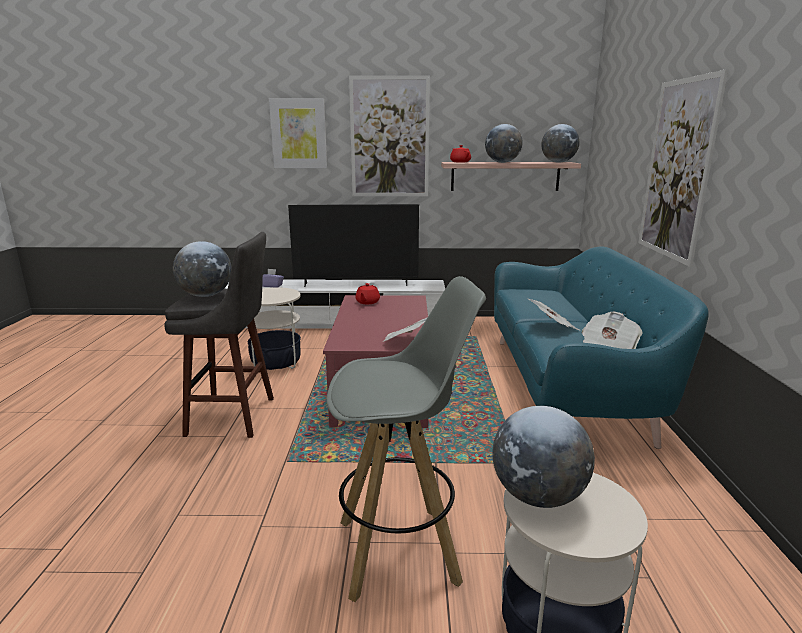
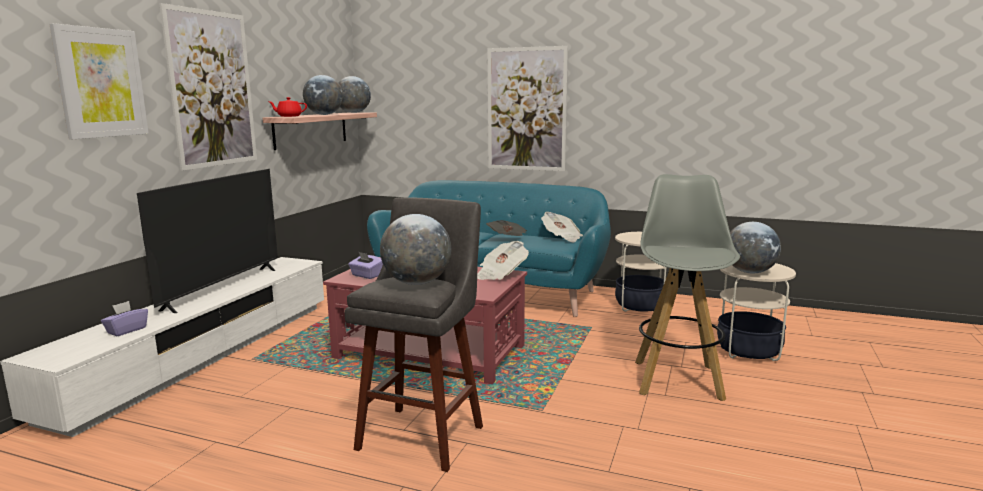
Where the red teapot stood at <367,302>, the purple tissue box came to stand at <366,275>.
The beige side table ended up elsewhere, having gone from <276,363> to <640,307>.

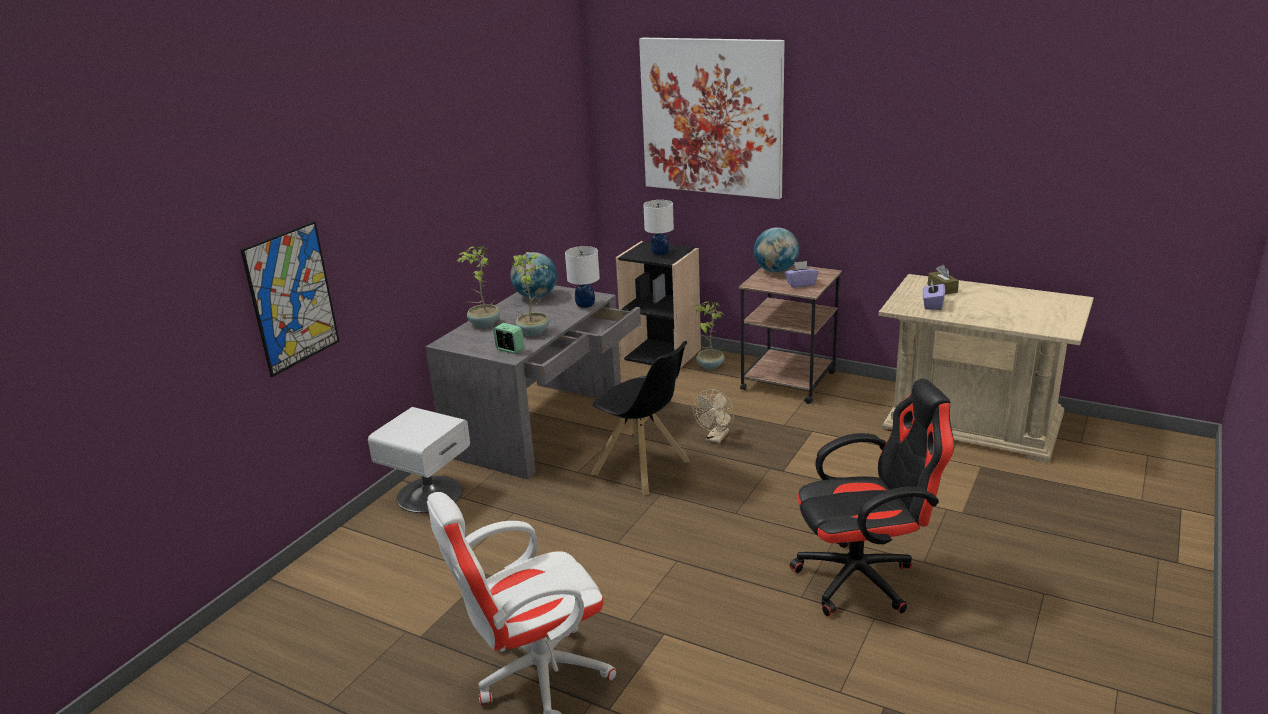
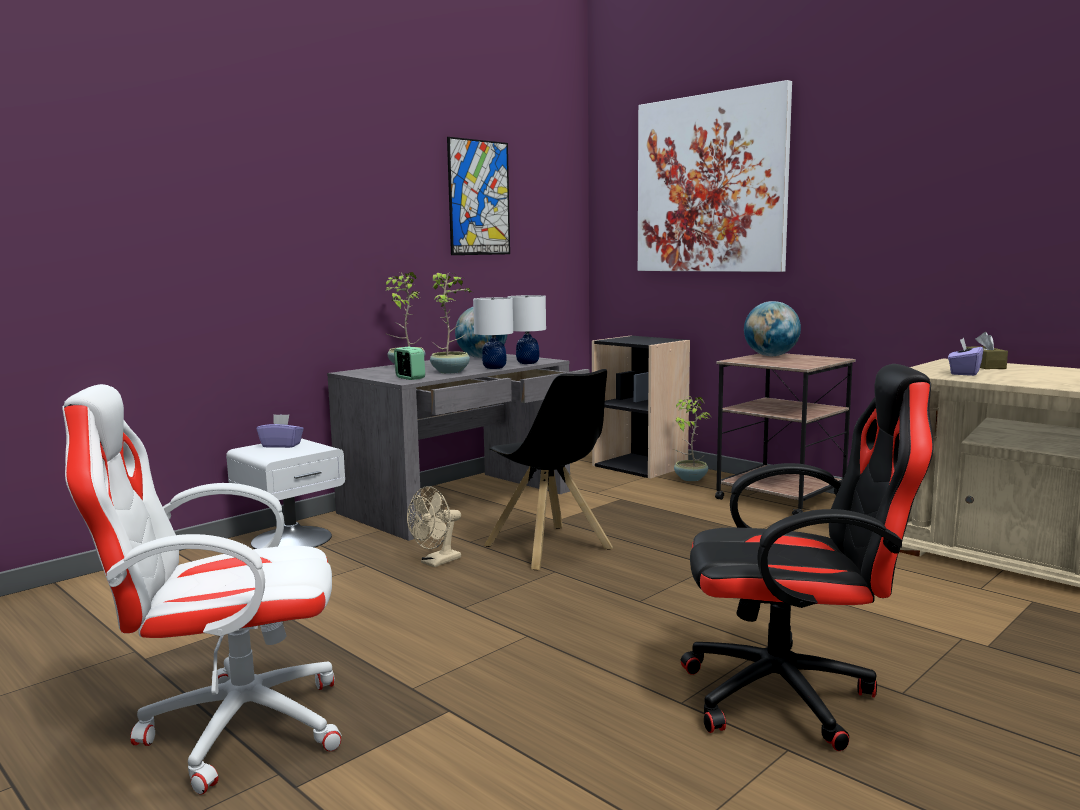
The purple tissue box ended up elsewhere, having gone from <800,284> to <281,445>.
The beige fan ended up elsewhere, having gone from <716,438> to <436,562>.
The picture ended up elsewhere, having gone from <292,298> to <479,198>.
The white table lamp ended up elsewhere, having gone from <661,253> to <495,368>.

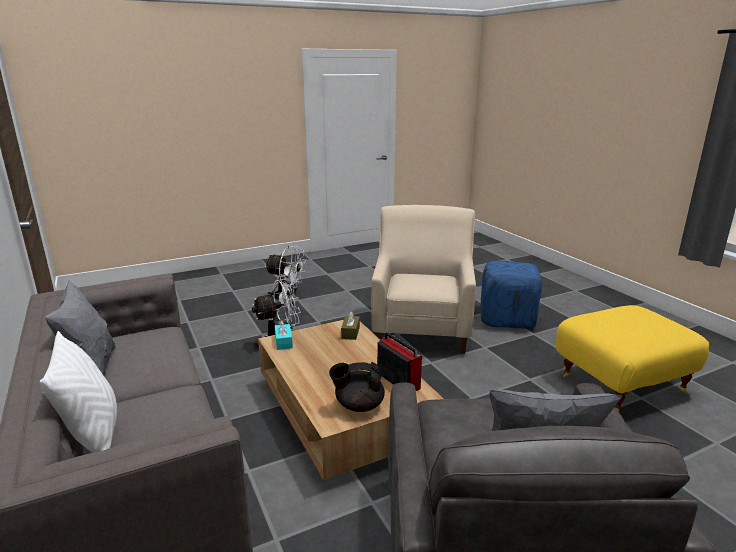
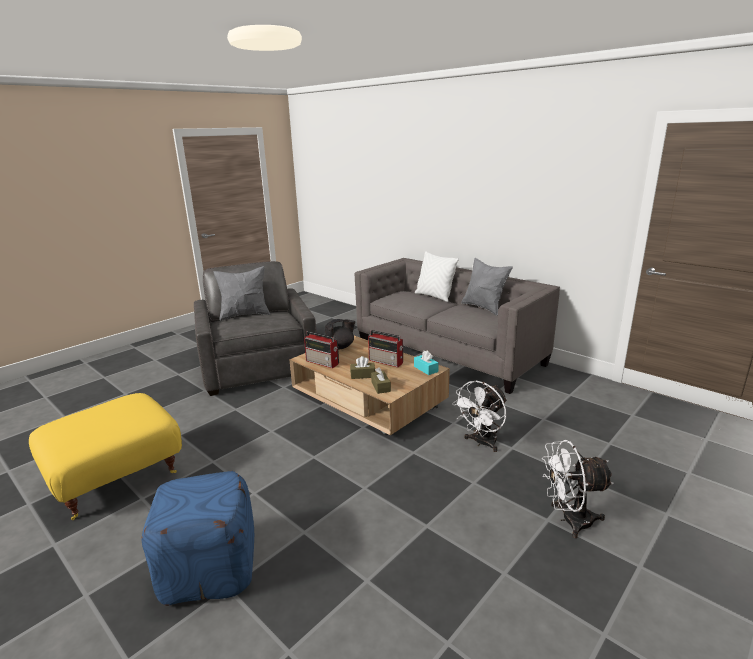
The second view gained the brown tissue box at <362,375>.
The second view gained the radio at <386,362>.
The second view lost the beige armchair at <422,327>.

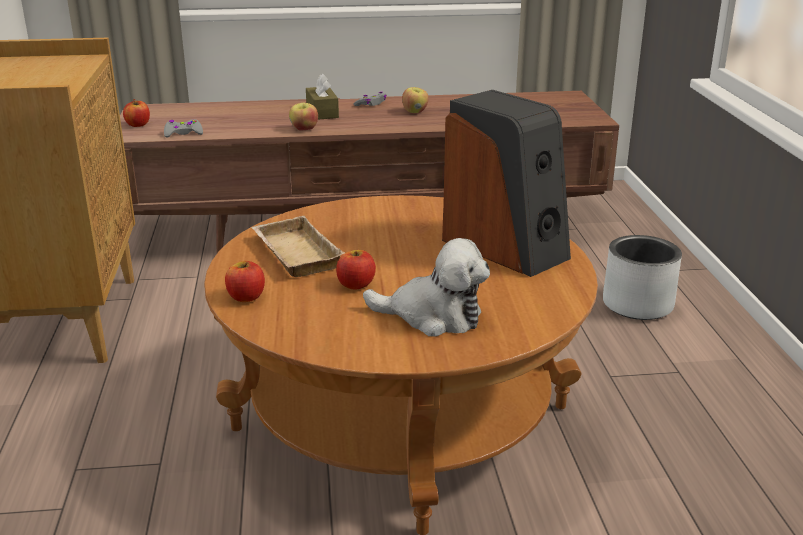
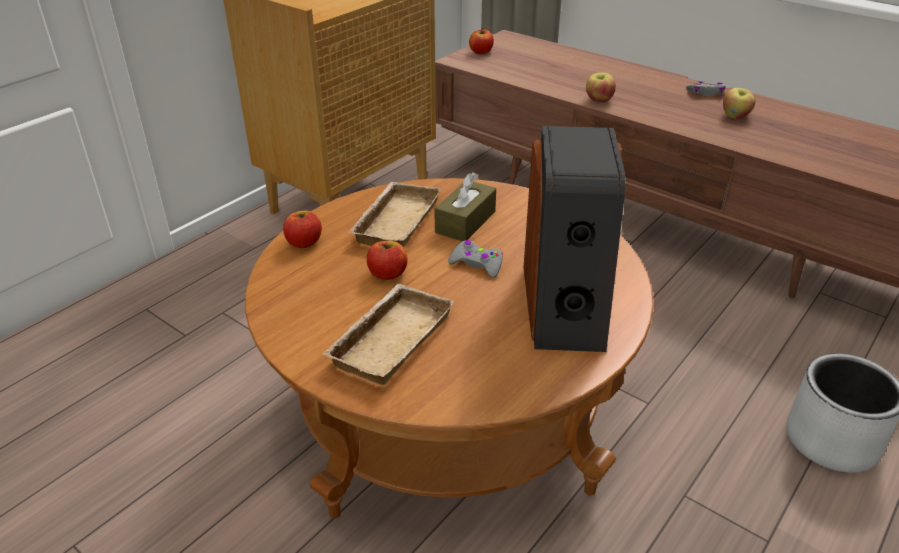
Where the plush toy stood at <433,316>, the beige tray came to stand at <389,338>.
The brown tissue box ended up elsewhere, having gone from <322,112> to <465,222>.
The grey game controller ended up elsewhere, having gone from <183,133> to <477,264>.

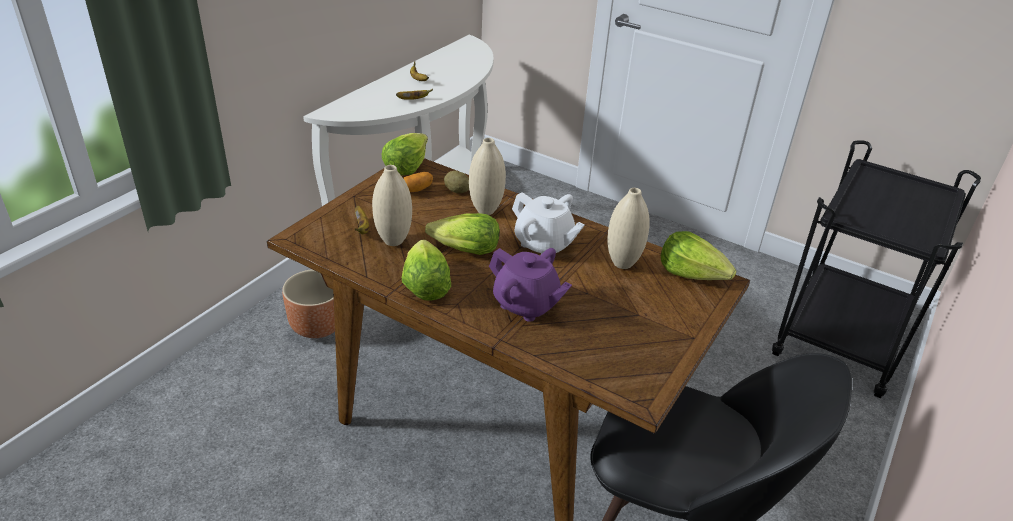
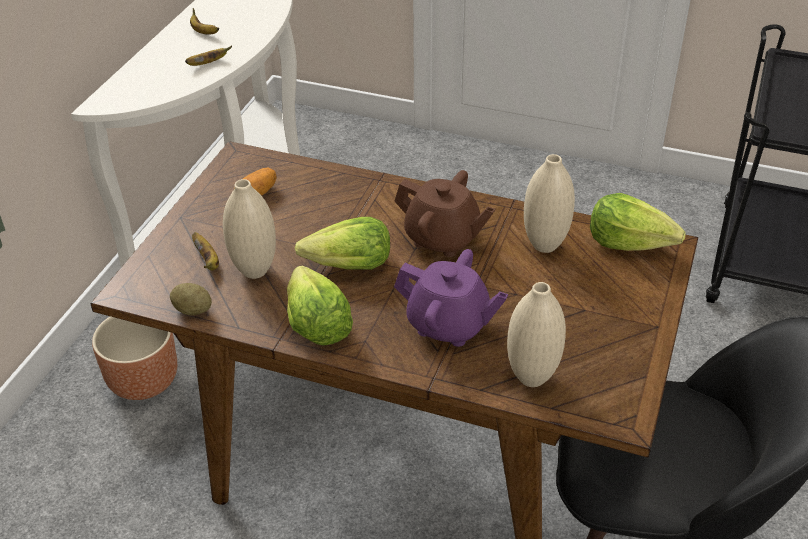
The potato ended up elsewhere, having gone from <457,191> to <193,310>.
What was the white teapot at <544,244> turned into the brown teapot at <442,239>.
The beige vase ended up elsewhere, having gone from <485,210> to <532,377>.
The second view lost the lettuce at <406,166>.

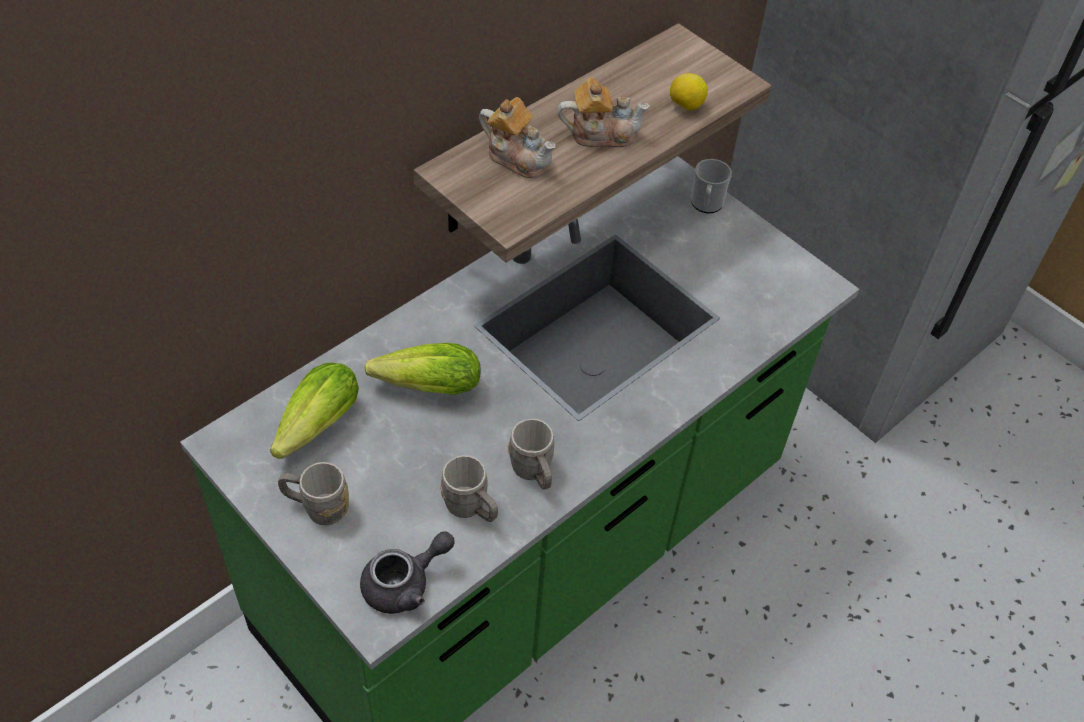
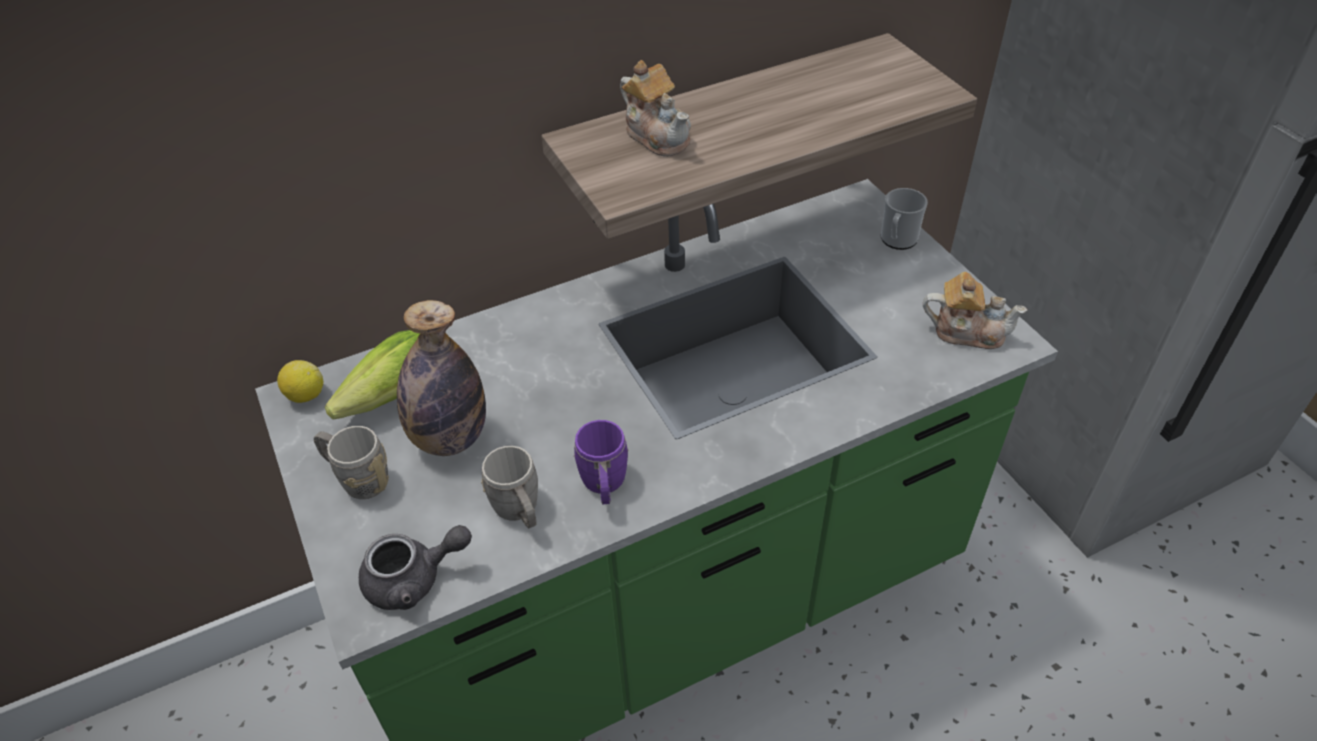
The lemon ended up elsewhere, having gone from <685,106> to <305,395>.
The second view gained the bottle at <450,438>.
What was the grey mug at <534,473> turned into the purple mug at <604,486>.
The teapot ended up elsewhere, having gone from <601,133> to <967,331>.
The second view lost the lettuce at <423,386>.

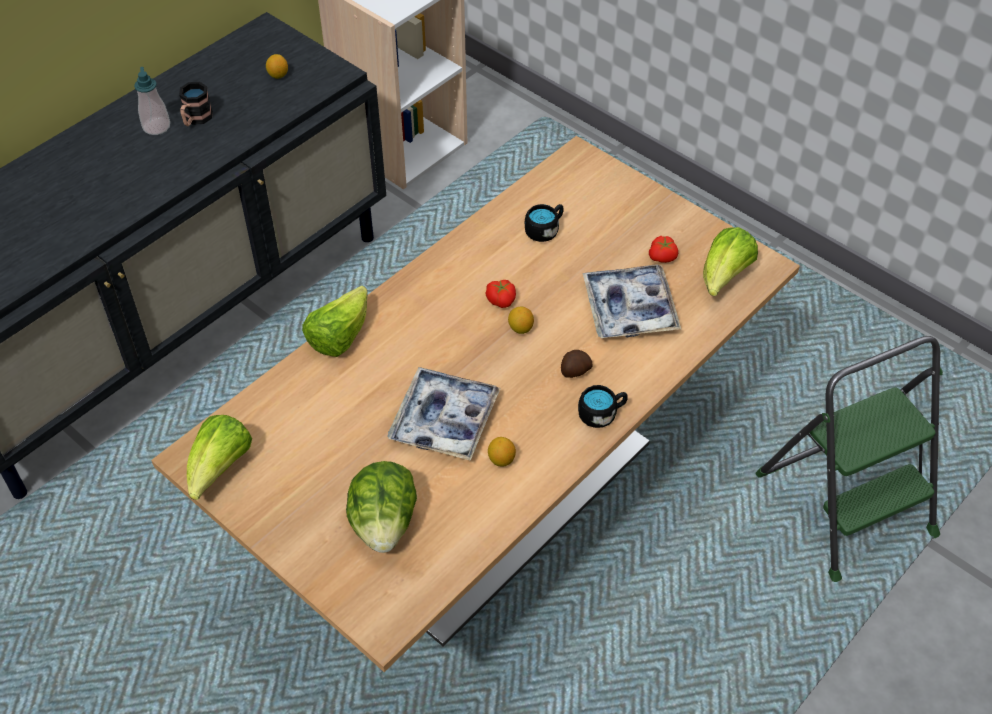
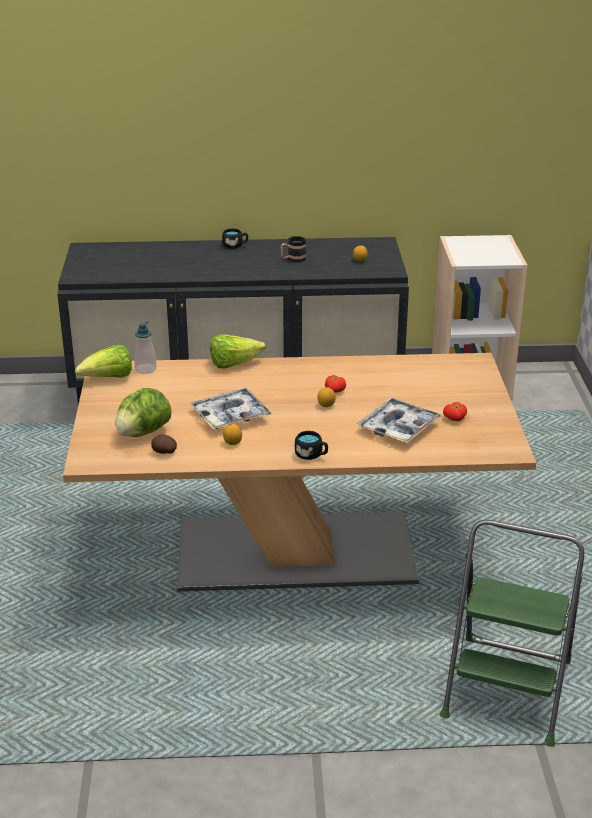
The soap dispenser ended up elsewhere, having gone from <156,127> to <145,369>.
The potato ended up elsewhere, having gone from <574,371> to <164,452>.
The black mug ended up elsewhere, having gone from <545,230> to <235,245>.
The second view lost the lettuce at <724,277>.

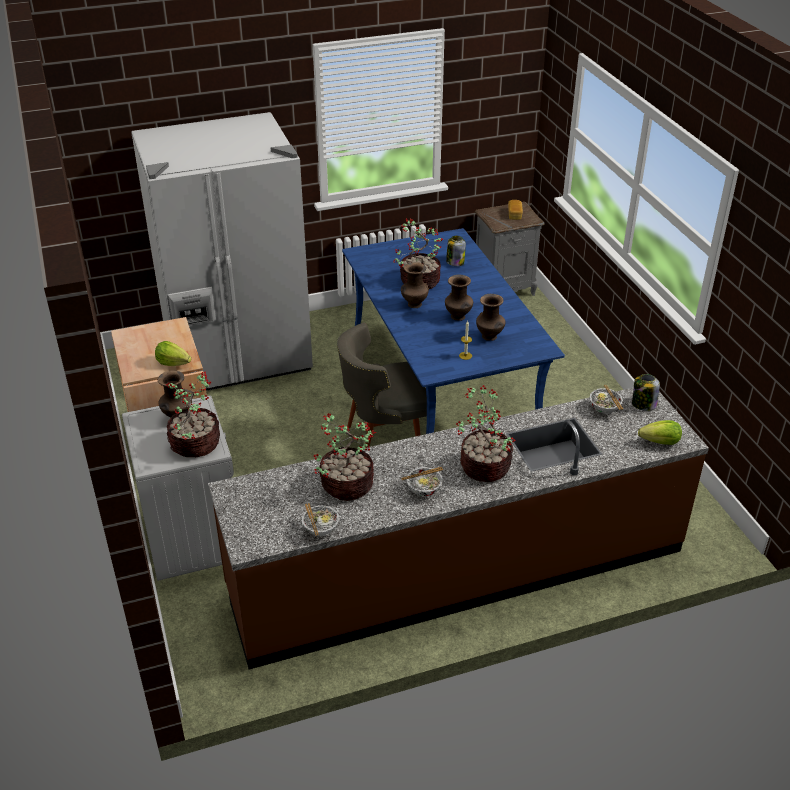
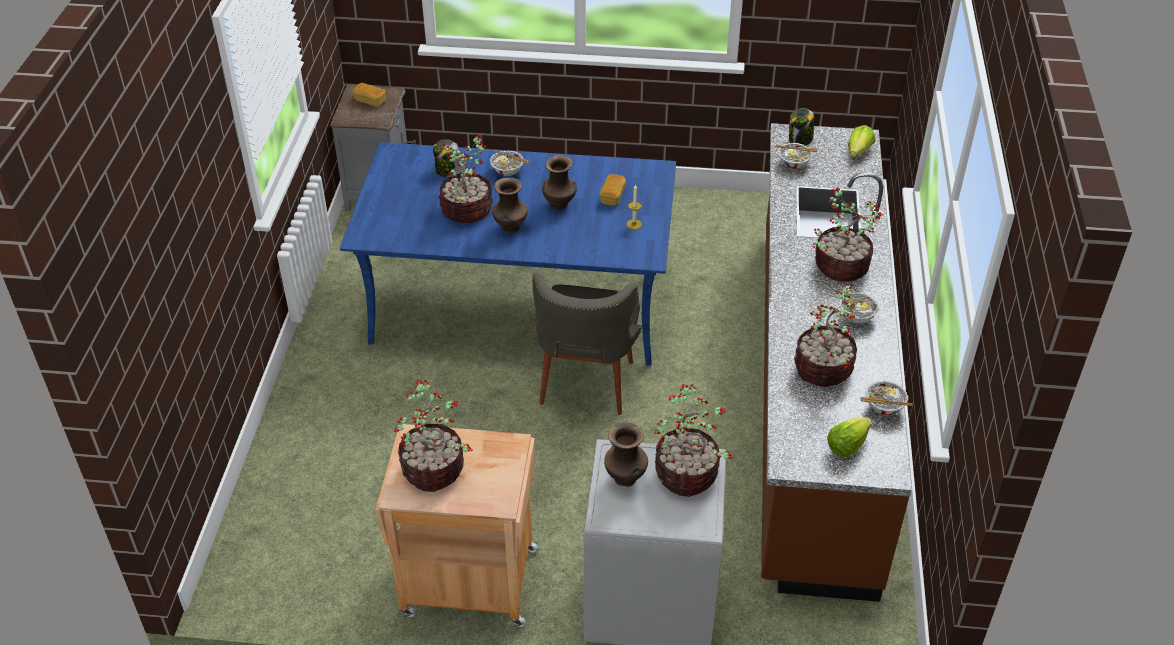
The second view gained the potted plant at <435,470>.
The second view gained the bowl at <507,171>.
Where the brown vase stood at <490,337>, the bread came to stand at <612,196>.
The lettuce ended up elsewhere, having gone from <173,363> to <846,445>.
The second view lost the white fridge at <238,357>.

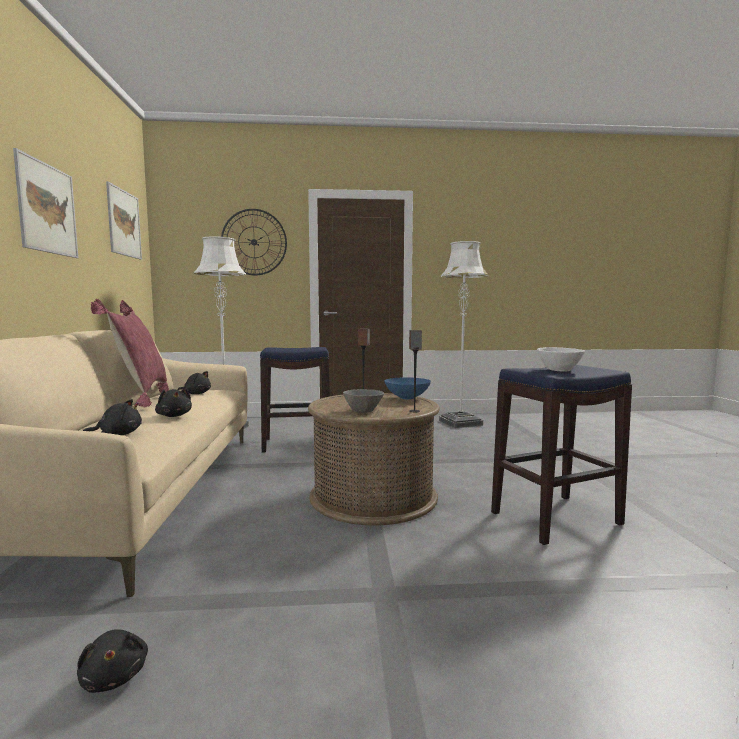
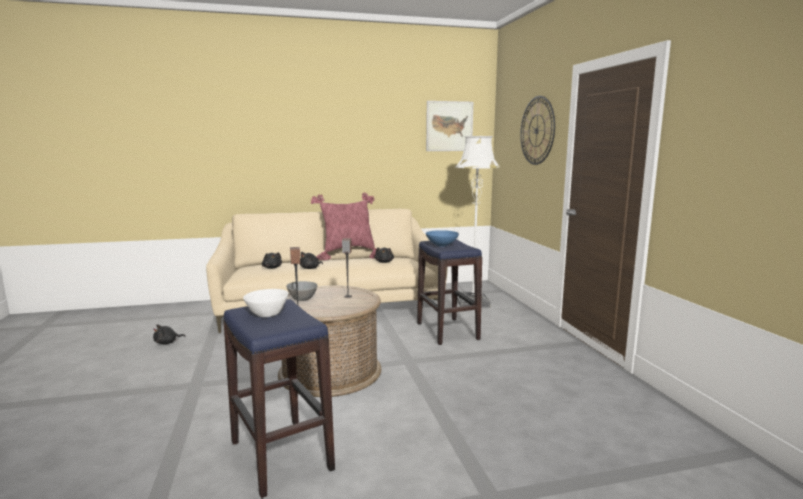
The blue bowl ended up elsewhere, having gone from <408,398> to <442,245>.
The second view lost the picture at <47,208>.
The second view lost the white floor lamp at <460,423>.

